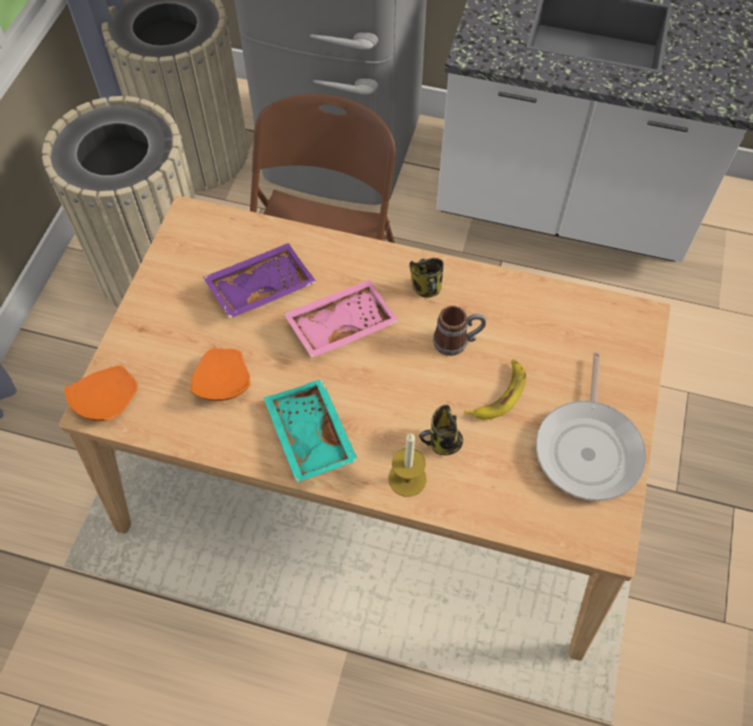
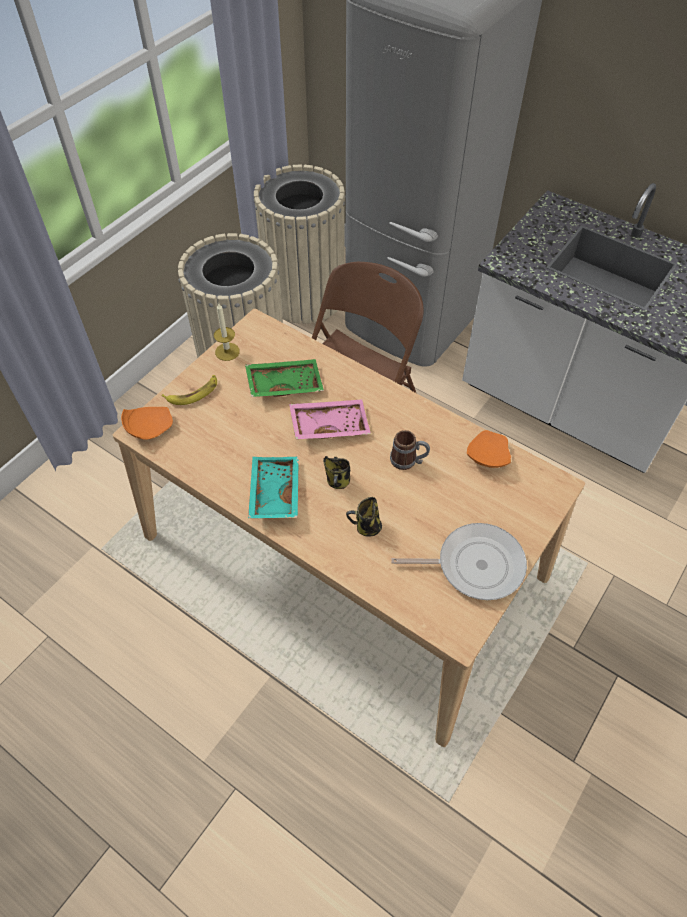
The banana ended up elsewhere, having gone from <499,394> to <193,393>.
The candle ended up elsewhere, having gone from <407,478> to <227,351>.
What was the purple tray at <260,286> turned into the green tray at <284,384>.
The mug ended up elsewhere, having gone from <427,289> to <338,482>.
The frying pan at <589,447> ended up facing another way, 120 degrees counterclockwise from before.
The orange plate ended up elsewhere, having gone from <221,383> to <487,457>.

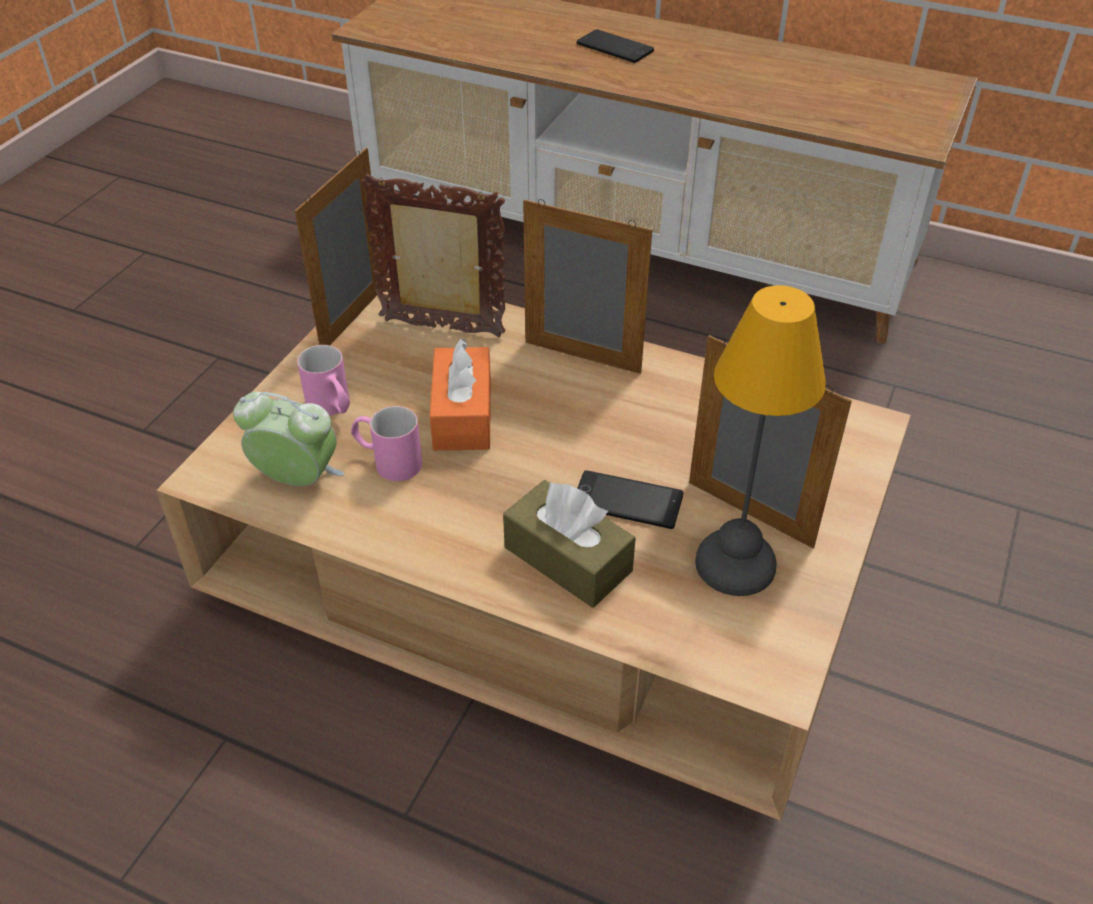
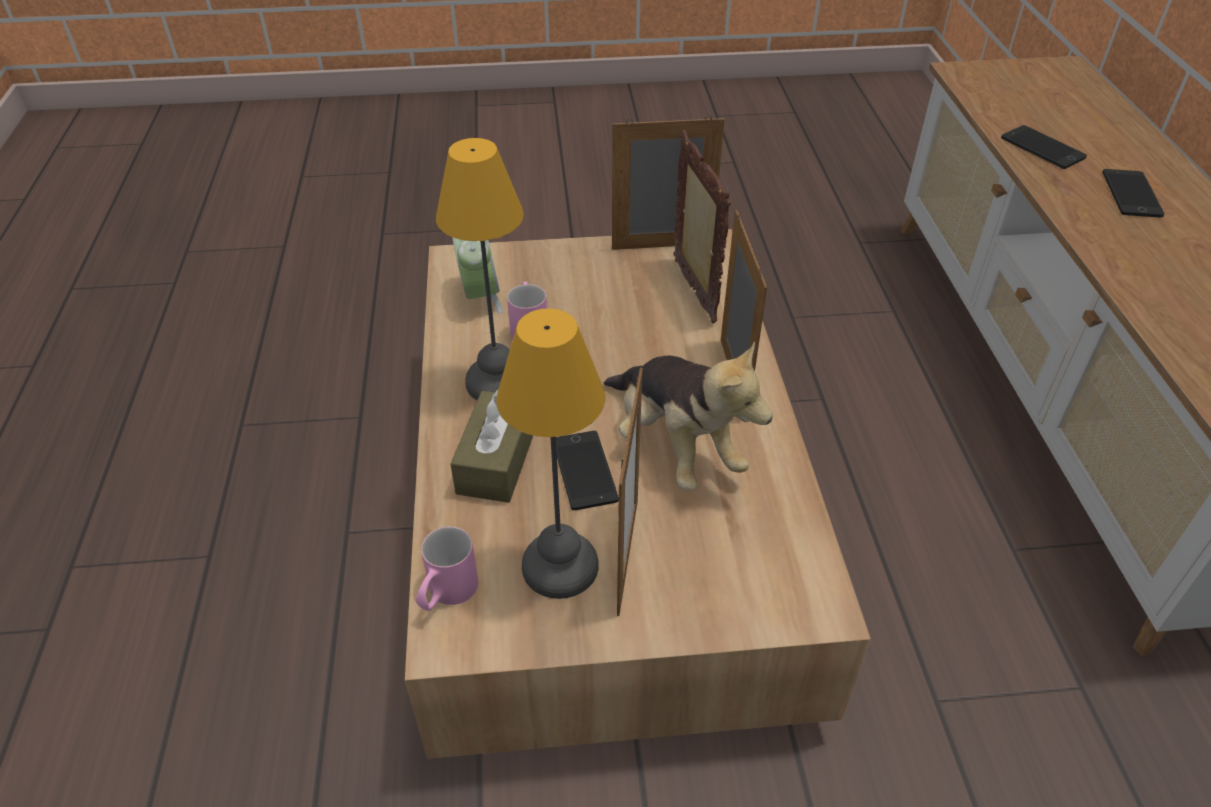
The pink mug ended up elsewhere, having gone from <333,408> to <446,595>.
The second view gained the table lamp at <499,381>.
The second view gained the plush toy at <674,447>.
The second view gained the phone at <1042,148>.
The second view lost the orange tissue box at <462,414>.

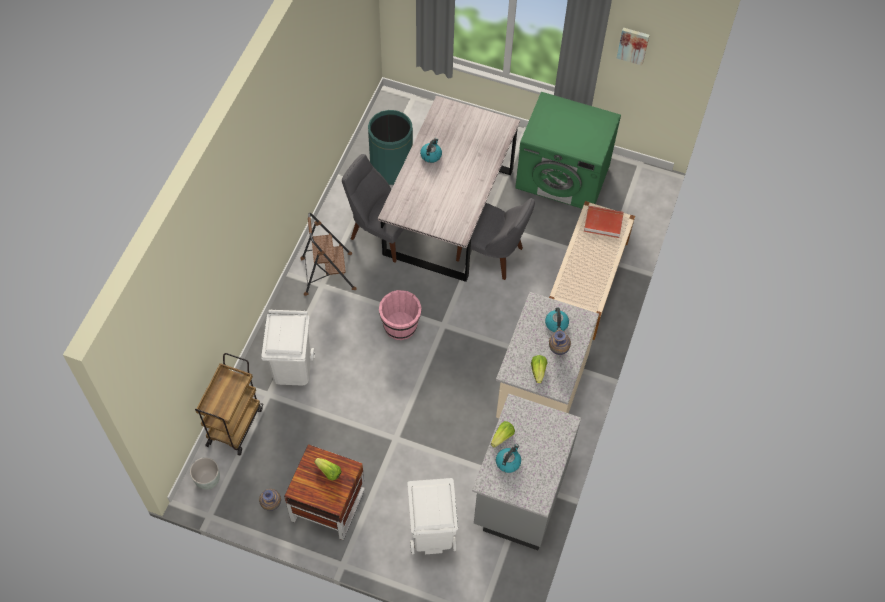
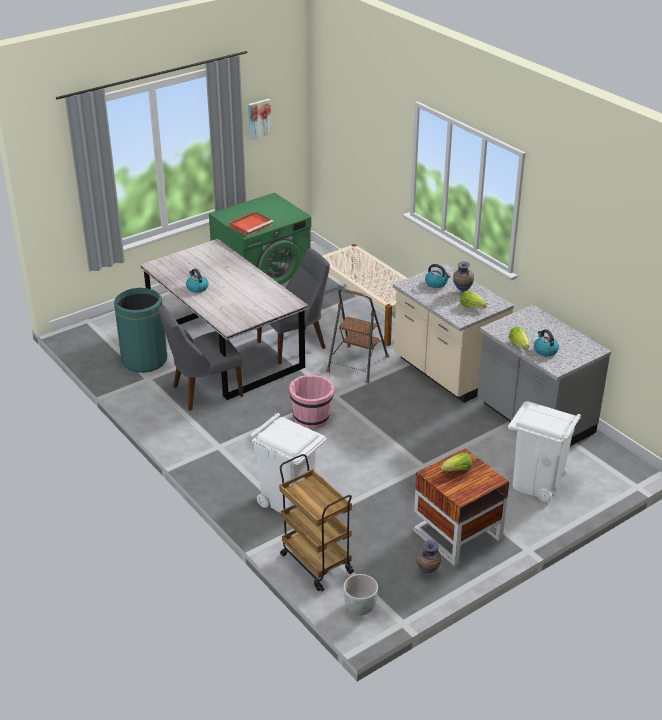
The red tray ended up elsewhere, having gone from <604,223> to <251,225>.
The brown step ladder ended up elsewhere, having gone from <326,273> to <356,364>.

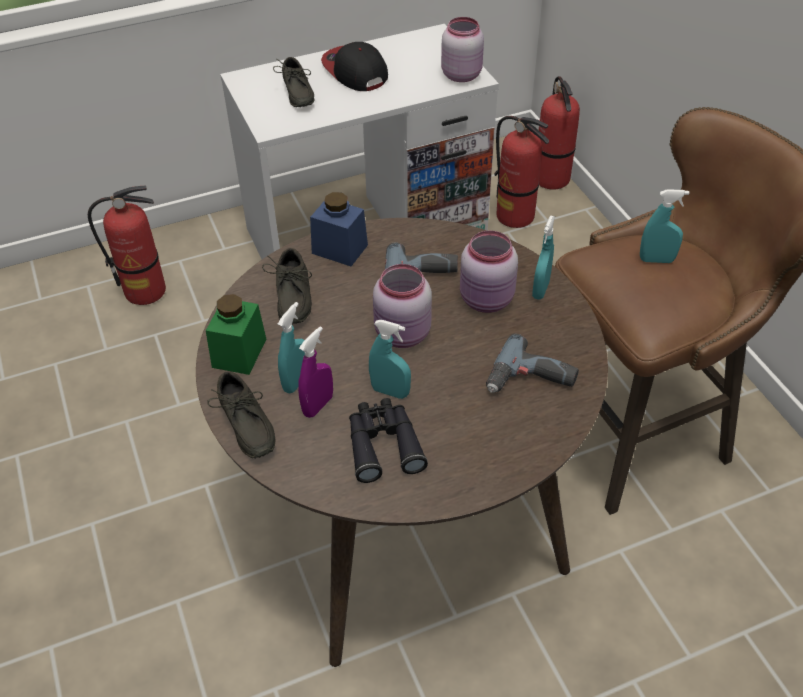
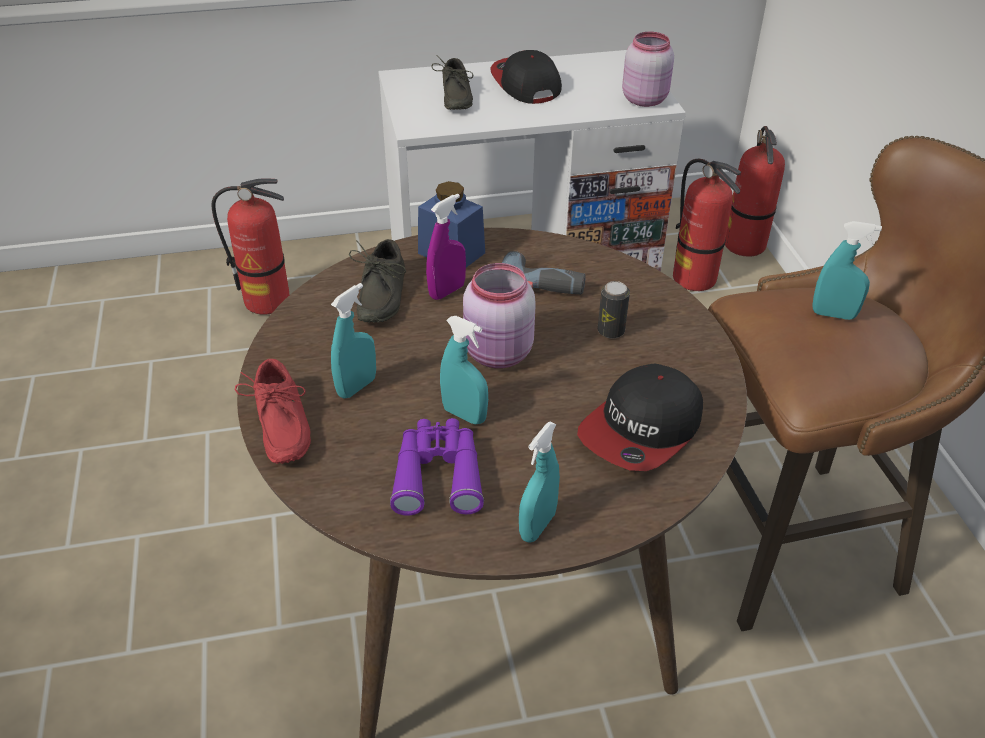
What was the grey shoe at <243,427> turned into the red shoe at <278,428>.
What was the black binoculars at <383,444> turned into the purple binoculars at <438,474>.
The purple spray bottle ended up elsewhere, having gone from <318,405> to <447,291>.
The turquoise spray bottle ended up elsewhere, having gone from <540,290> to <537,526>.
Where the power drill stood at <531,381>, the cap came to stand at <642,429>.
Where the pink jar stood at <487,300>, the can came to stand at <611,331>.
The second view lost the green jar at <239,353>.

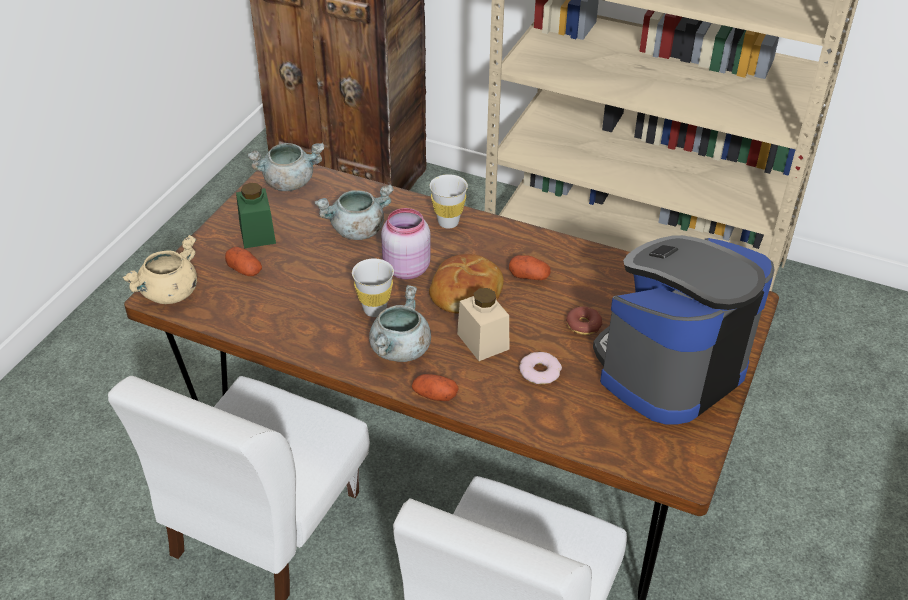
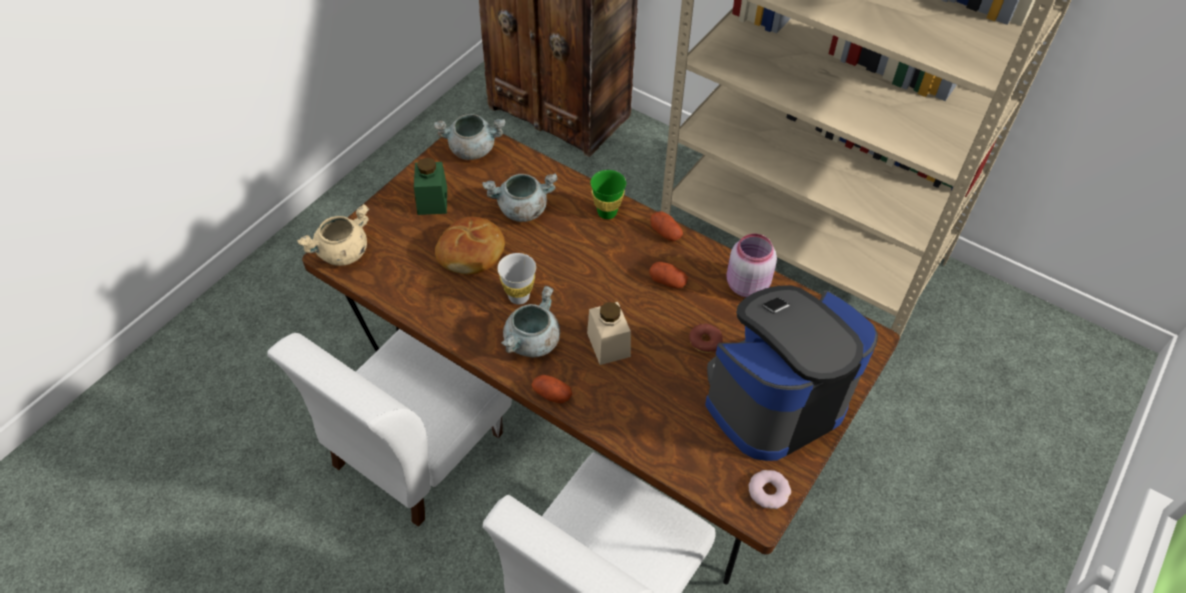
The bread ended up elsewhere, having gone from <467,293> to <472,253>.
What was the white cup at <448,222> turned into the green cup at <607,212>.
The potato ended up elsewhere, having gone from <244,270> to <665,233>.
The pink jar ended up elsewhere, having gone from <405,269> to <745,285>.
The donut ended up elsewhere, having gone from <540,371> to <768,491>.

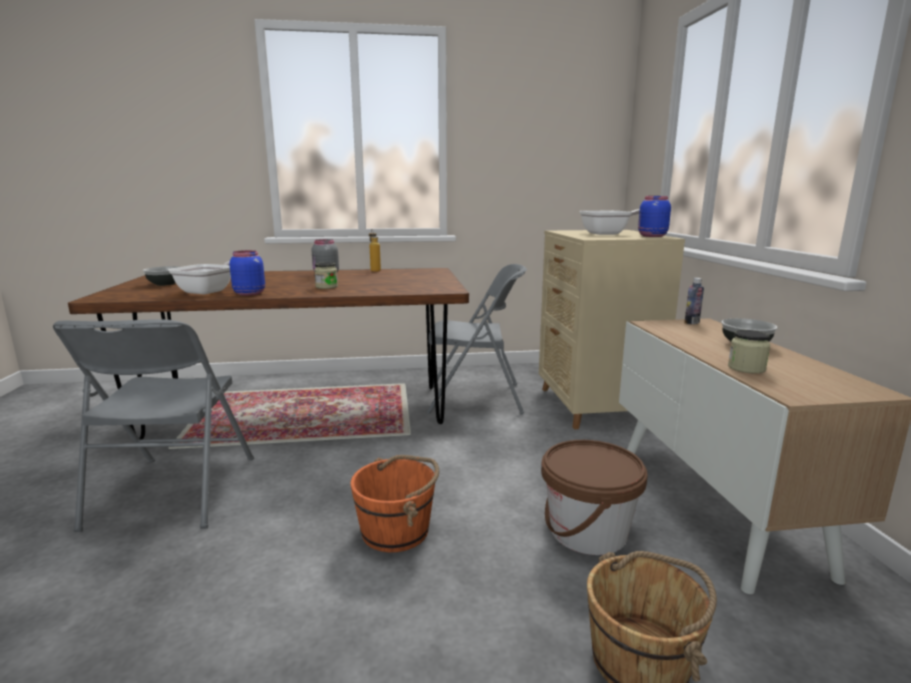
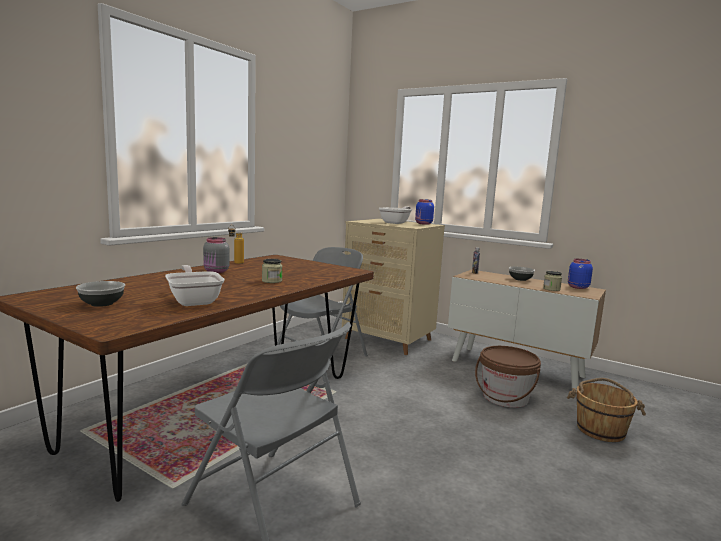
The blue jar ended up elsewhere, having gone from <249,293> to <577,287>.
The second view lost the orange bucket at <397,530>.

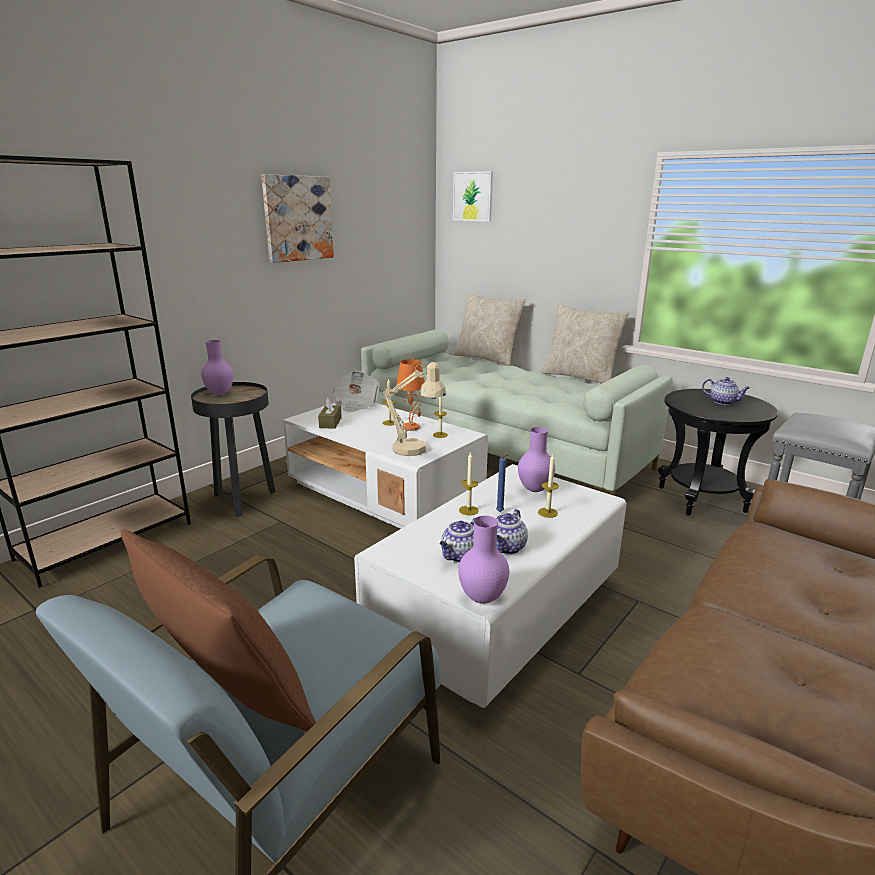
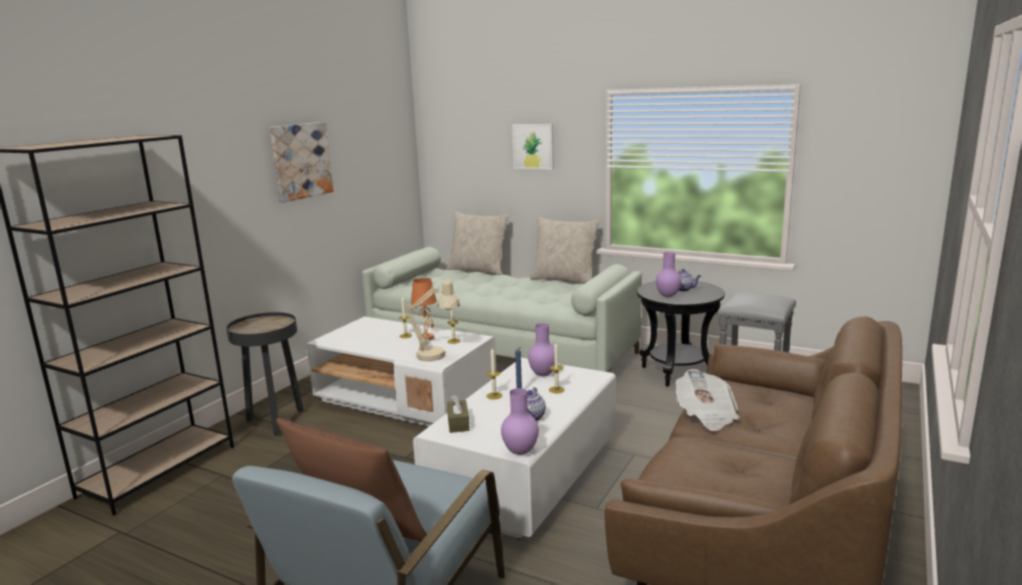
The brown tissue box ended up elsewhere, having gone from <330,423> to <458,423>.
The picture ended up elsewhere, having gone from <473,196> to <533,146>.
The purple vase ended up elsewhere, having gone from <220,393> to <668,296>.
The newspaper ended up elsewhere, having gone from <356,404> to <706,415>.
The second view lost the teapot at <460,556>.

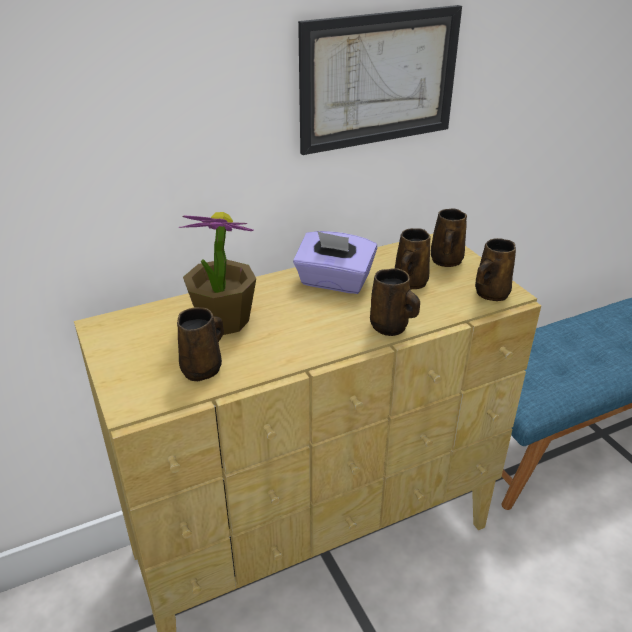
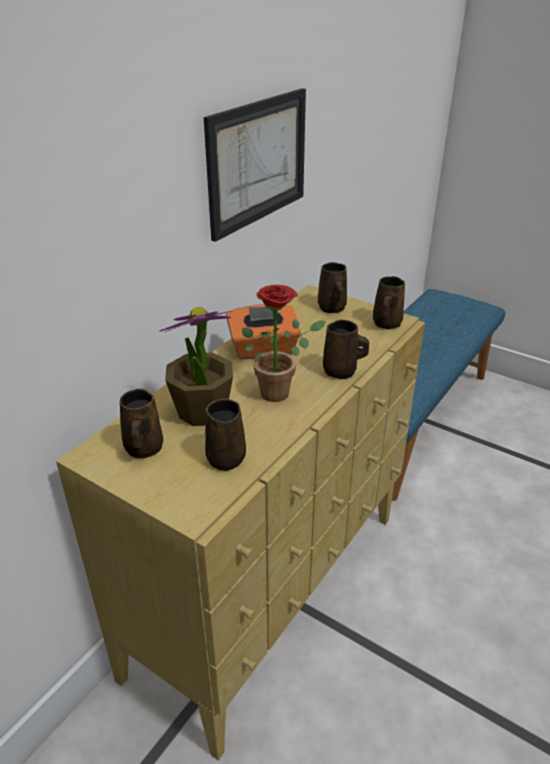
The brown mug ended up elsewhere, having gone from <409,283> to <143,449>.
What was the purple tissue box at <334,282> turned into the orange tissue box at <263,350>.
The second view gained the potted plant at <280,391>.

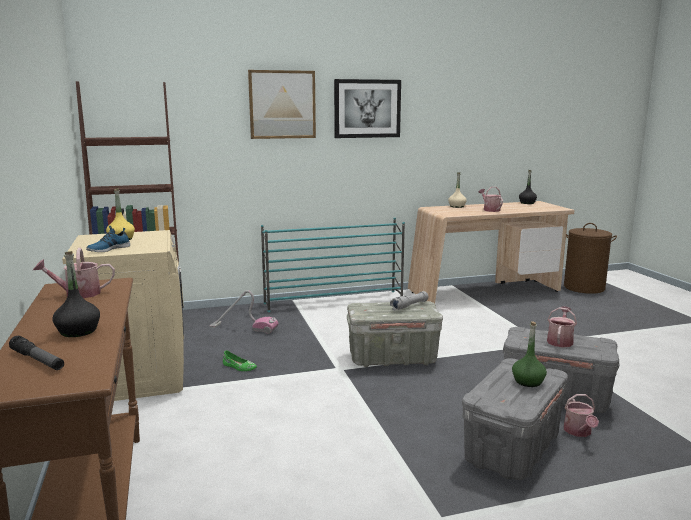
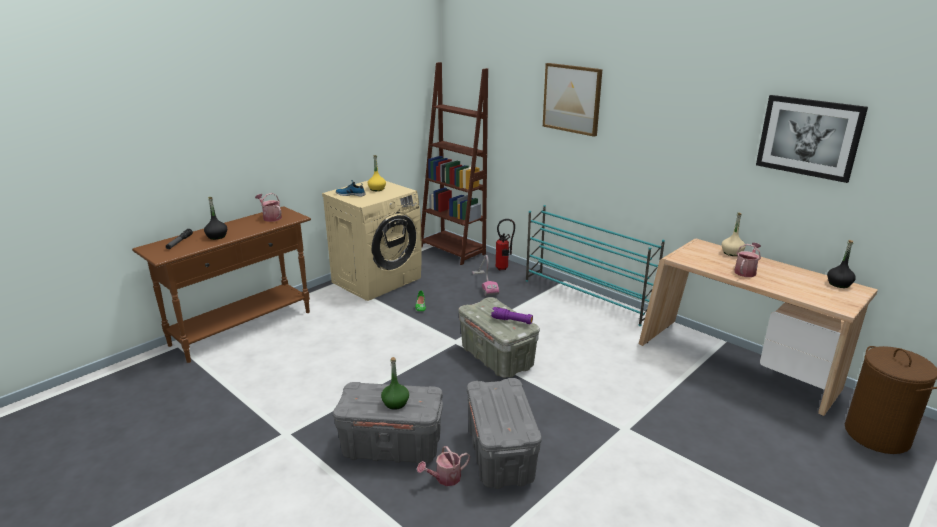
What was the grey flashlight at <409,306> turned into the purple flashlight at <512,321>.
The second view gained the fire extinguisher at <504,269>.
The picture ended up elsewhere, having gone from <367,108> to <809,137>.
The second view lost the watering can at <560,341>.

